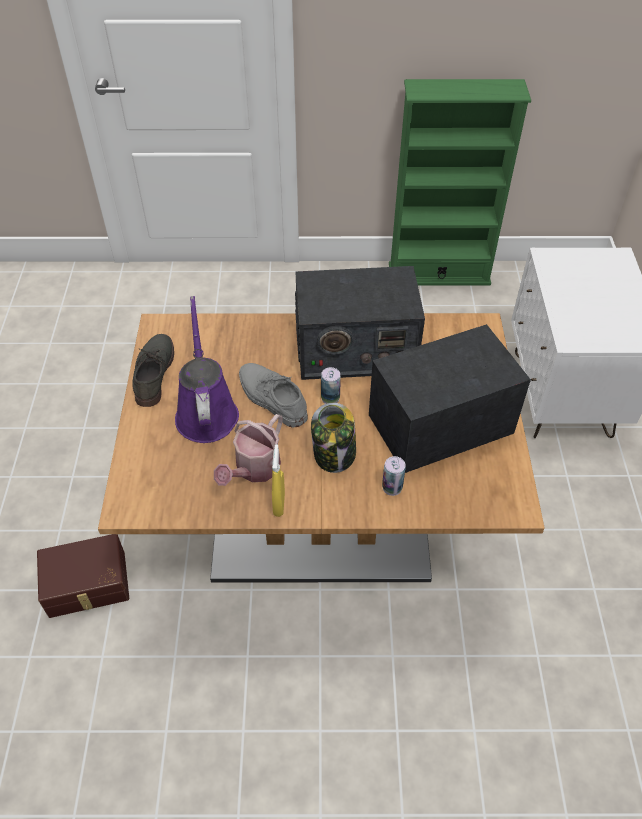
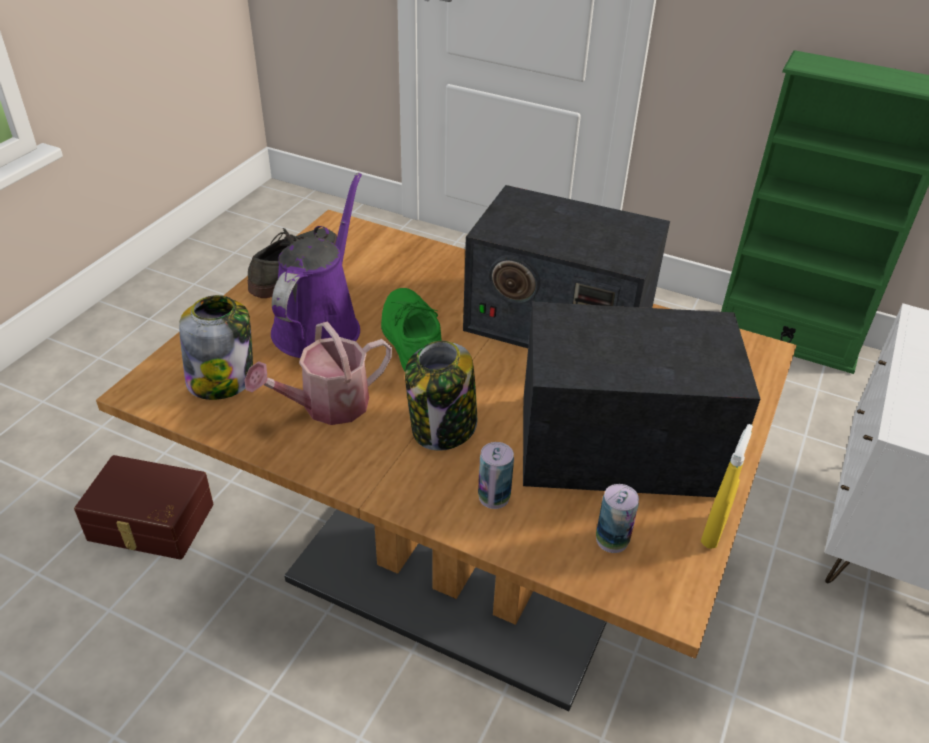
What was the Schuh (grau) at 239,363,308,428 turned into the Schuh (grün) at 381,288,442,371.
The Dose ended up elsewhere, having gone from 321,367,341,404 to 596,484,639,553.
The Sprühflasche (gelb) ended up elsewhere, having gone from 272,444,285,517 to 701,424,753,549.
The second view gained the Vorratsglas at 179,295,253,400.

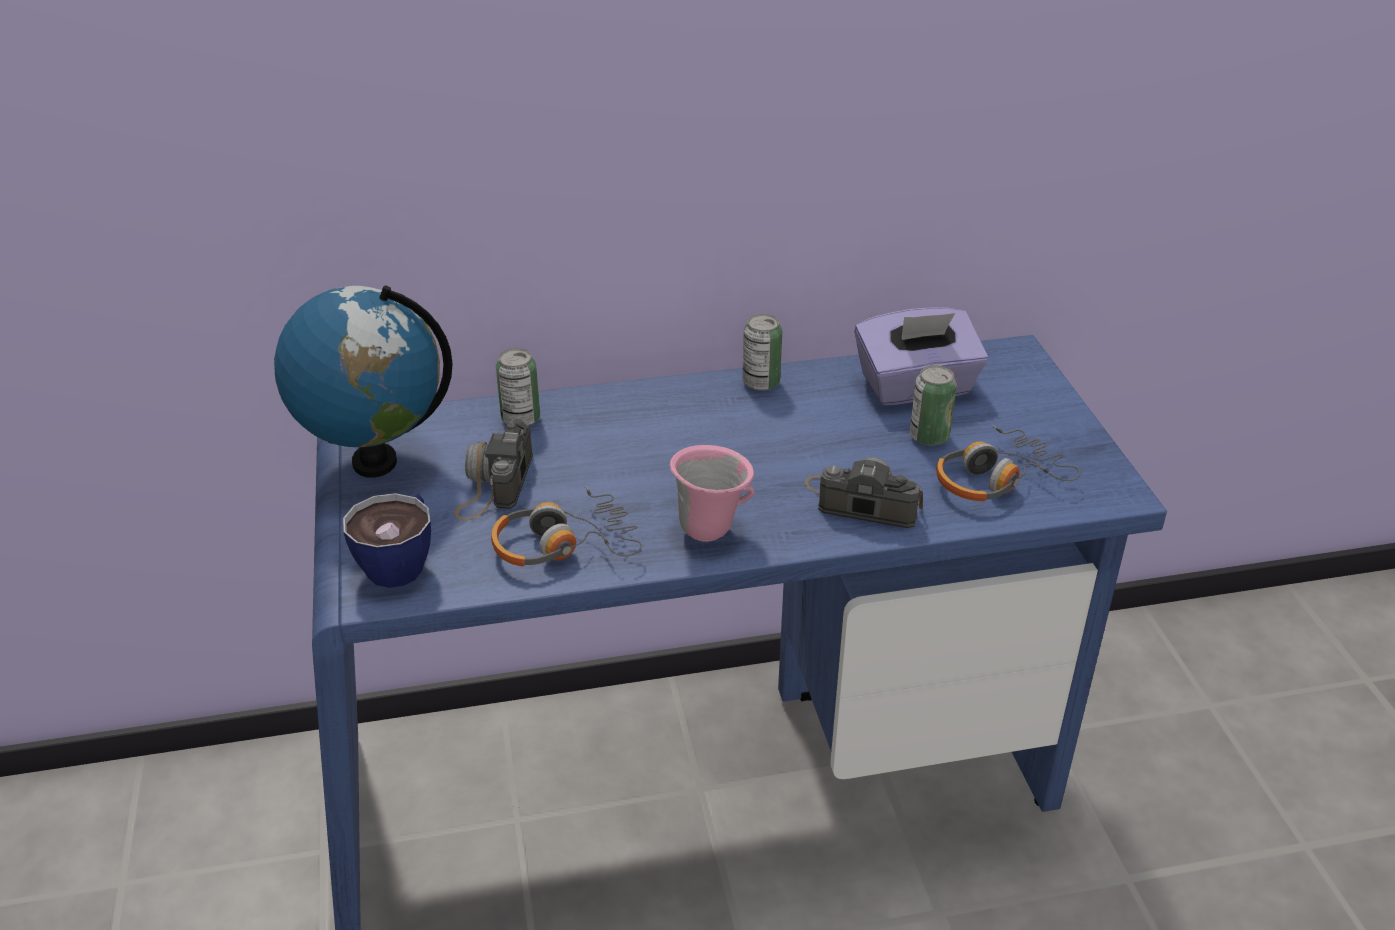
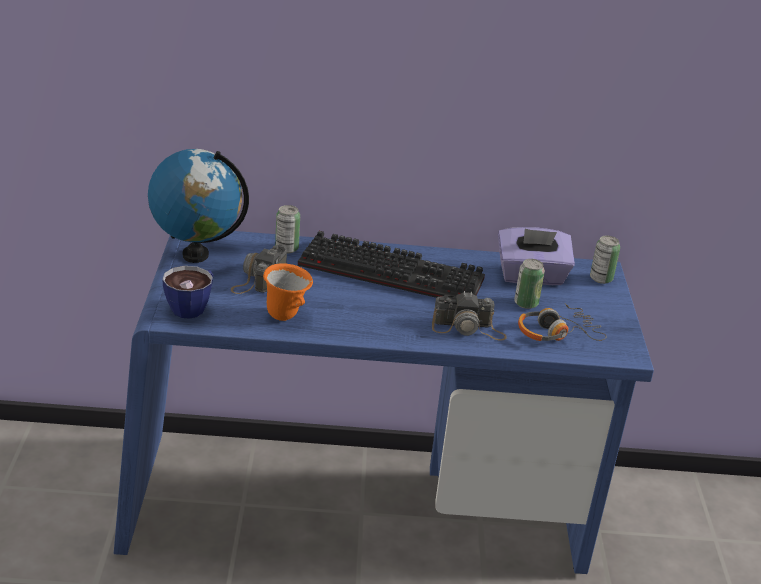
The Dose ended up elsewhere, having gone from 743,314,782,391 to 590,236,620,284.
The second view lost the Henkelbecher (rosa) at 669,445,754,542.
The Kamera at 805,457,923,528 ended up facing another way, 150 degrees clockwise from before.
Where the Kopfhörer stood at 491,486,642,566, the Henkelbecher (orange) came to stand at 263,263,313,321.
The second view gained the Tastatur at 298,231,485,298.

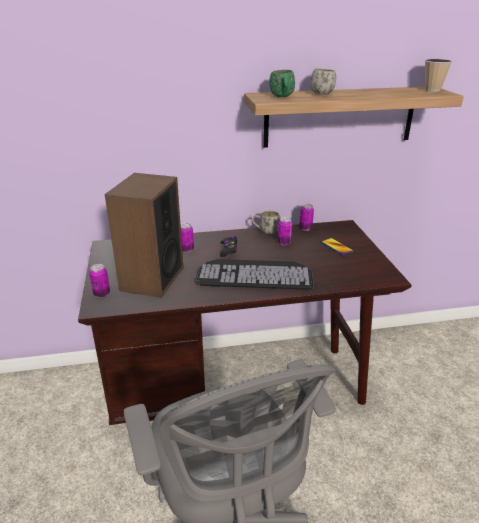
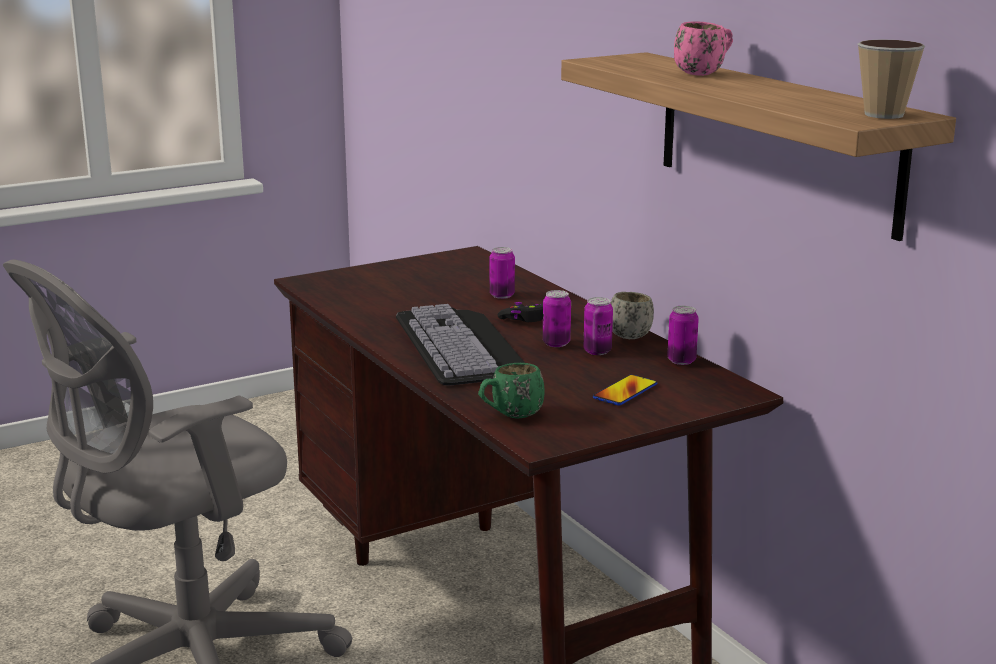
What was the Henkelbecher (weiß) at 310,68,336,95 turned into the Henkelbecher (rosa) at 674,21,733,76.
The Henkelbecher (grün) ended up elsewhere, having gone from 269,70,295,97 to 478,363,545,418.
The second view lost the Lautsprecher at 105,173,183,298.
The Dose ended up elsewhere, having gone from 89,264,110,297 to 543,290,571,347.

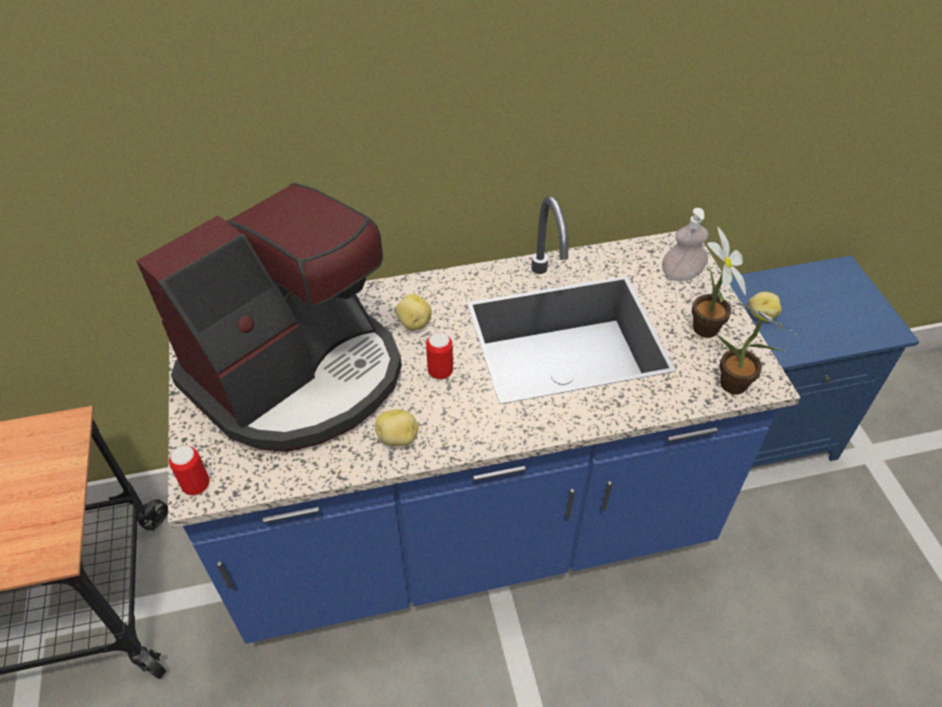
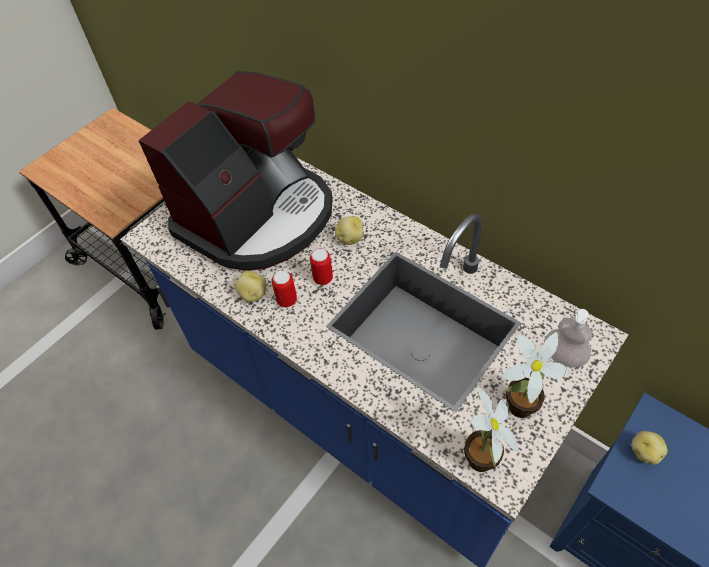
The Kaffeemaschine at 136,183,402,452 ended up facing another way, 60 degrees counterclockwise from before.
The Dose ended up elsewhere, having gone from 169,445,209,496 to 272,271,297,307.

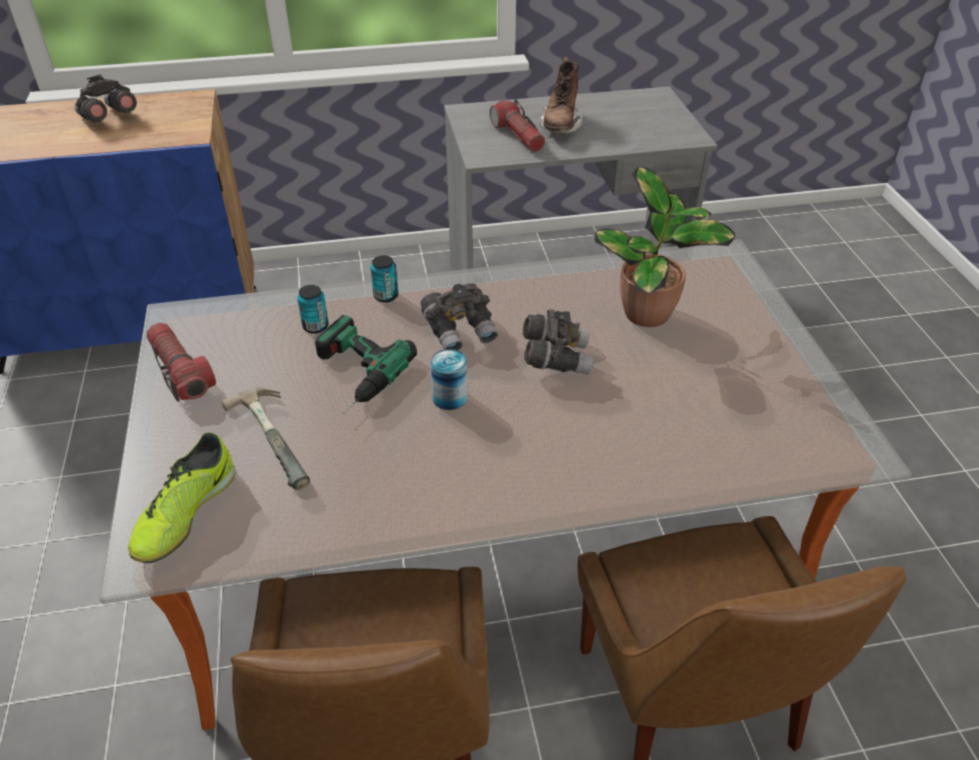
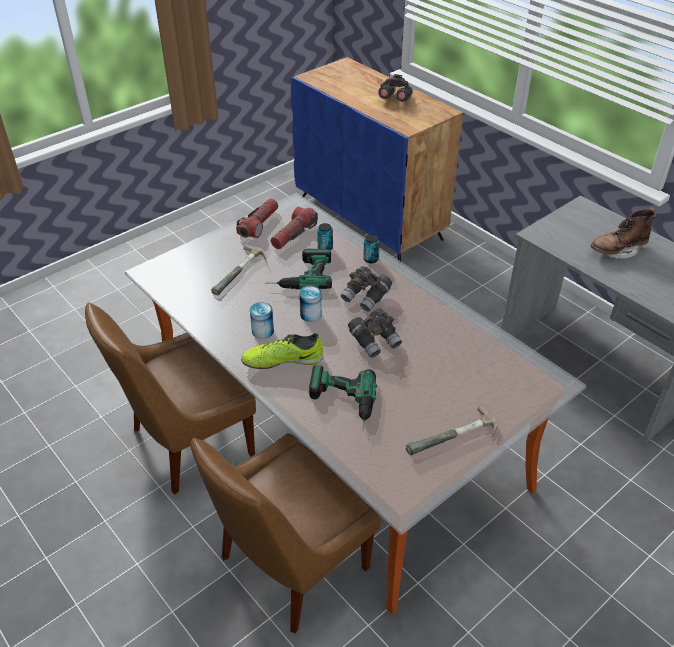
The Taschenlampe ended up elsewhere, having gone from 490,99,545,152 to 271,207,318,249.
The second view lost the Topfpflanze at 595,167,736,327.
The Schuh ended up elsewhere, having gone from 128,433,236,563 to 241,333,323,369.
The second view gained the Dose at 250,302,274,339.
The second view gained the Bohrmaschine at 309,365,377,431.
The second view gained the Hammer at 406,405,498,455.

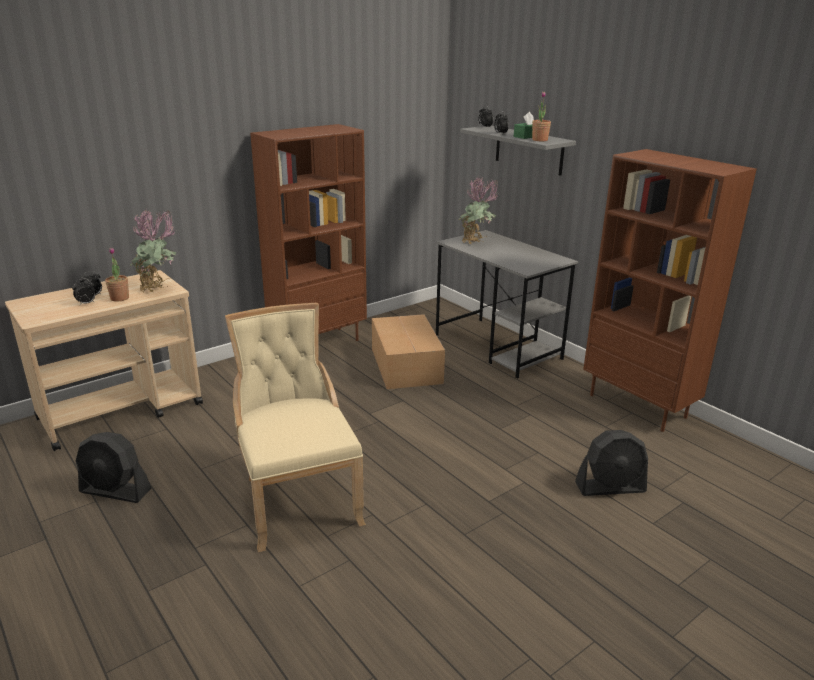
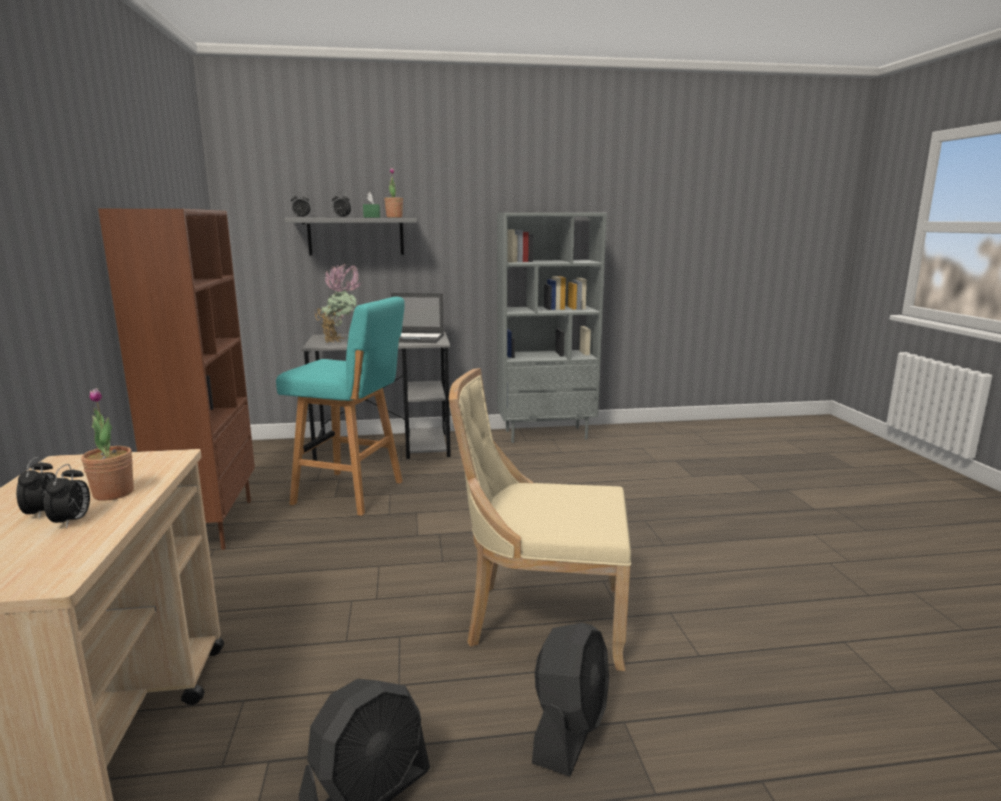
What was the Bücherregal (braun) at 583,149,757,432 turned into the Bücherregal (grau) at 497,213,607,443.
The second view lost the Topfpflanze at 131,209,177,292.
Where the Karton stood at 372,314,445,389, the Hocker (türkis) came to stand at 276,297,405,516.
The Ventilator (schwarz) ended up elsewhere, having gone from 575,430,648,496 to 532,623,609,776.
The second view gained the Laptop at 391,293,444,343.

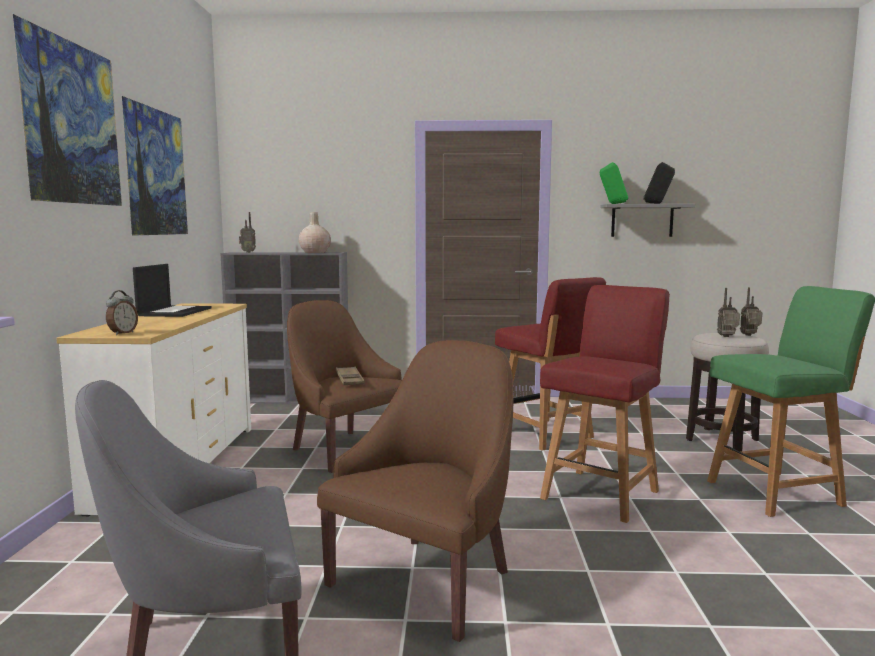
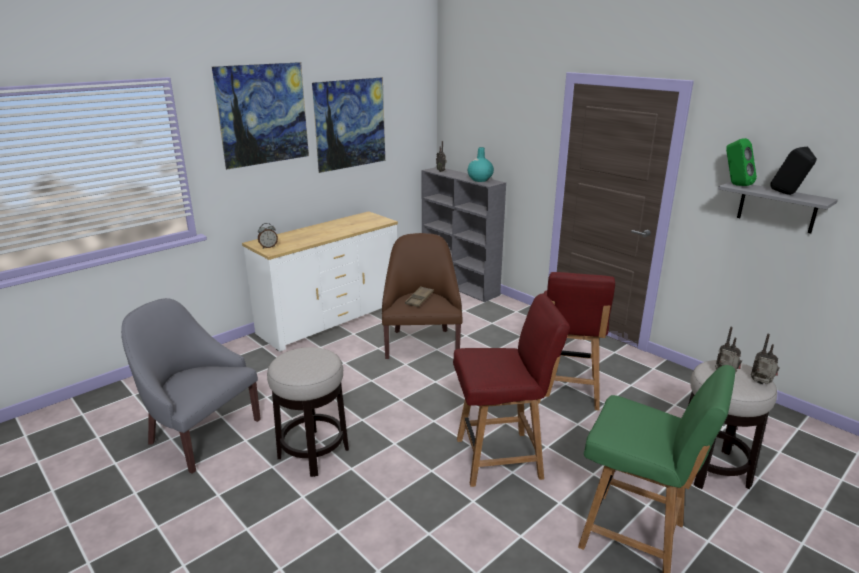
What was the Vase (beige) at 299,212,331,253 turned into the Vase (türkis) at 467,147,494,182.
The second view lost the Laptop at 133,264,212,317.
Where the Sessel (braun) stood at 317,340,514,642, the Hocker came to stand at 267,347,349,477.

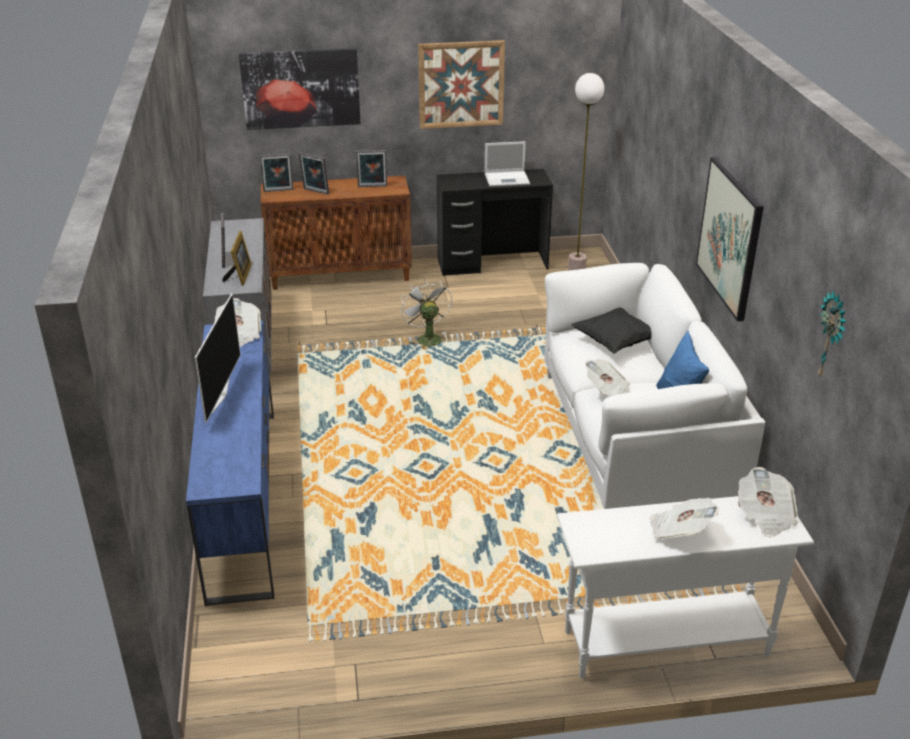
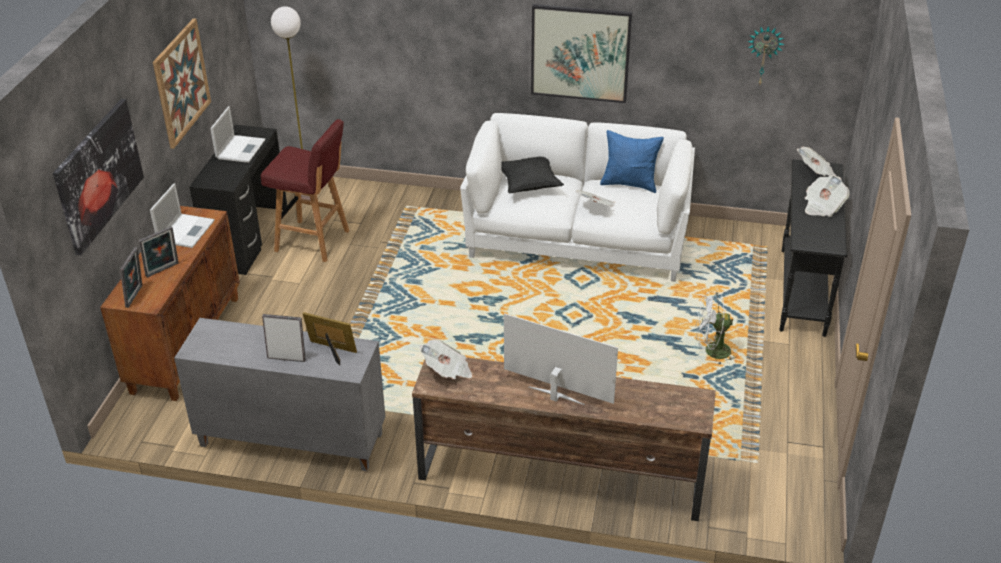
Where the Bilderrahmen stood at 356,150,387,187, the Laptop came to stand at 150,183,215,248.
The Ventilator (weiß) ended up elsewhere, having gone from 400,279,452,349 to 695,292,737,365.
What was the Fernsehschrank (blau) at 186,321,274,606 turned into the Fernsehschrank (braun) at 412,357,716,521.
What was the Konsolentisch (weiß) at 557,496,814,679 turned into the Konsolentisch (schwarz) at 780,159,847,337.
The second view gained the Hocker (rot) at 261,119,349,262.

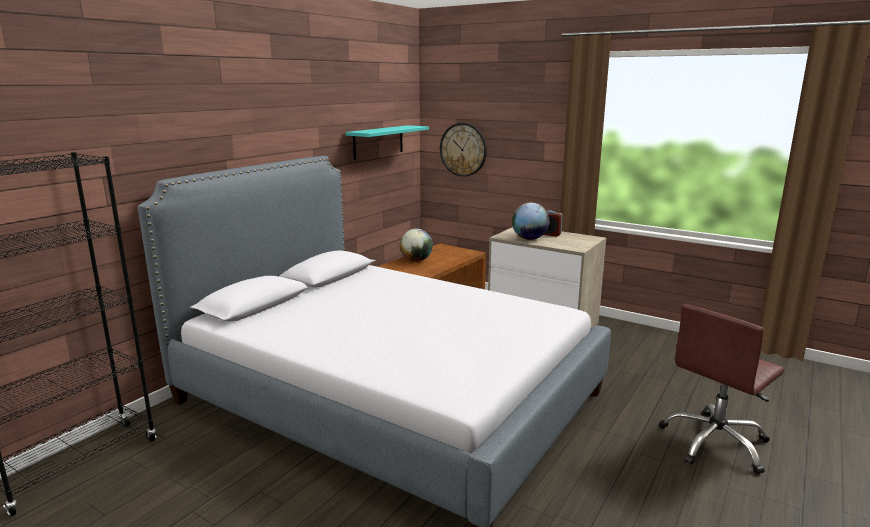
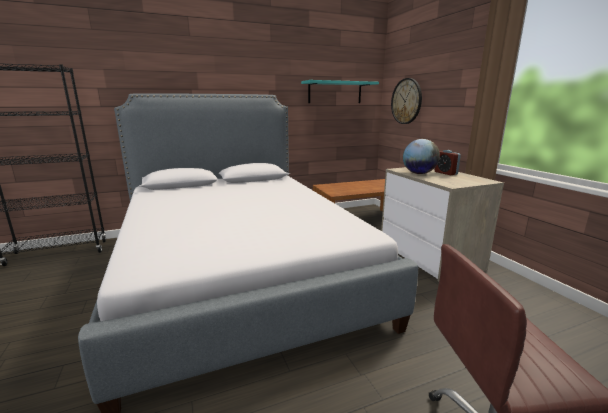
The second view lost the Globus at 400,229,433,262.

